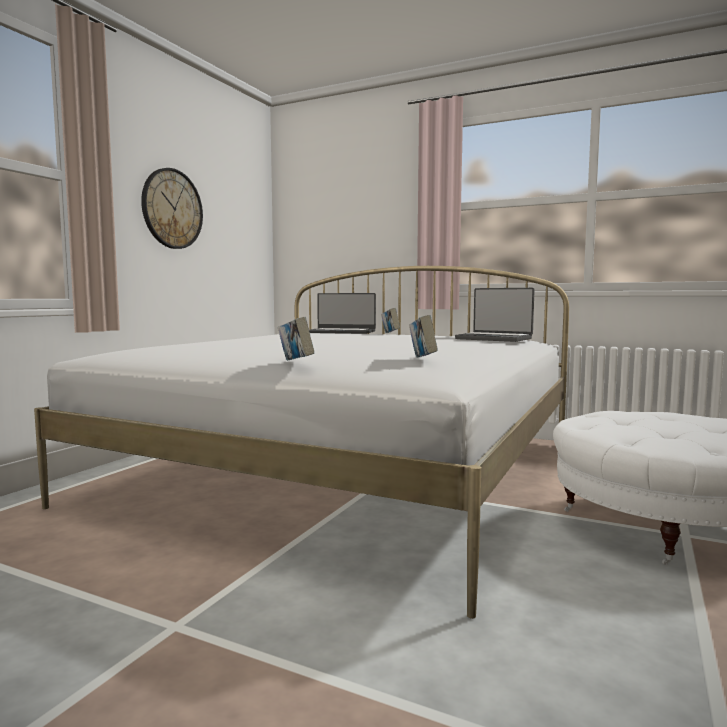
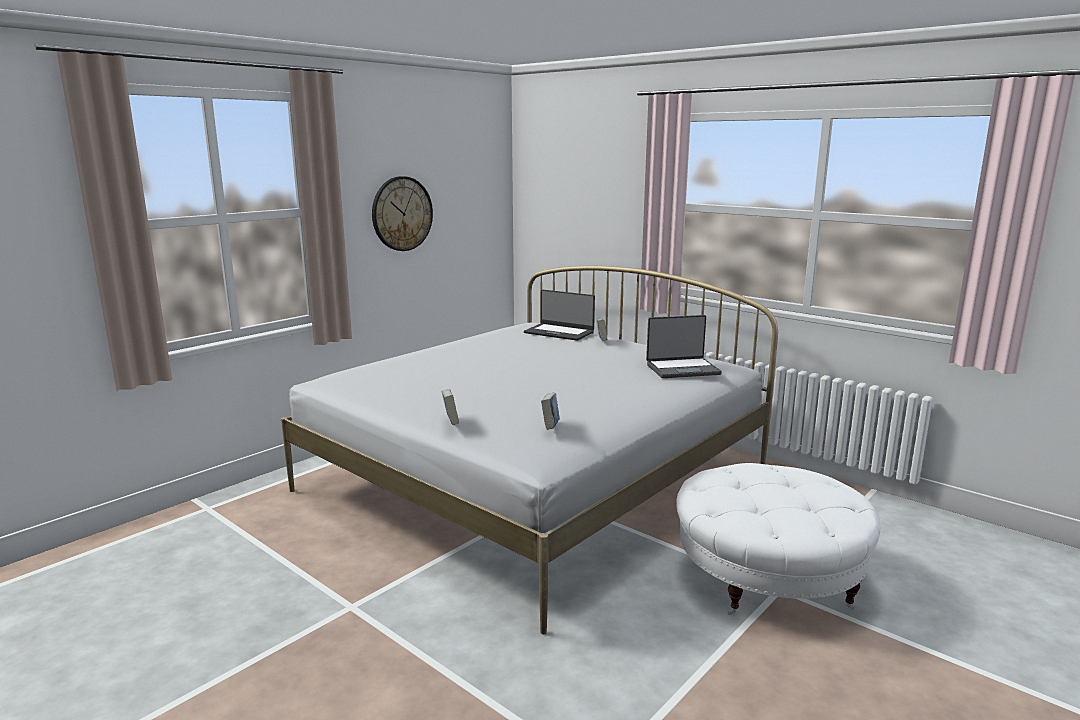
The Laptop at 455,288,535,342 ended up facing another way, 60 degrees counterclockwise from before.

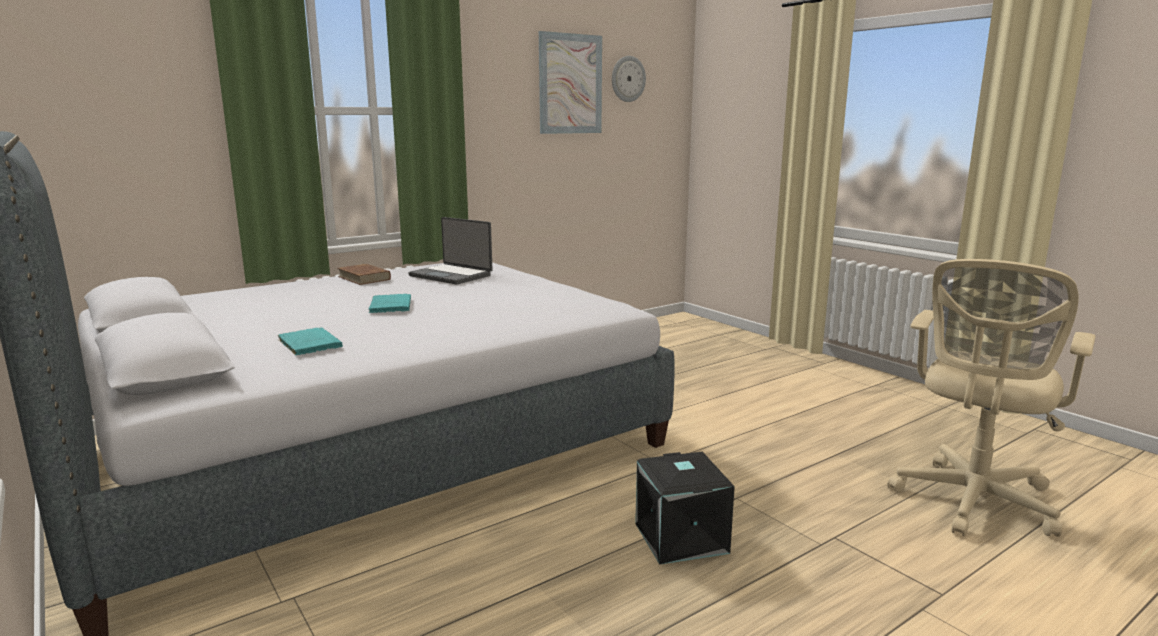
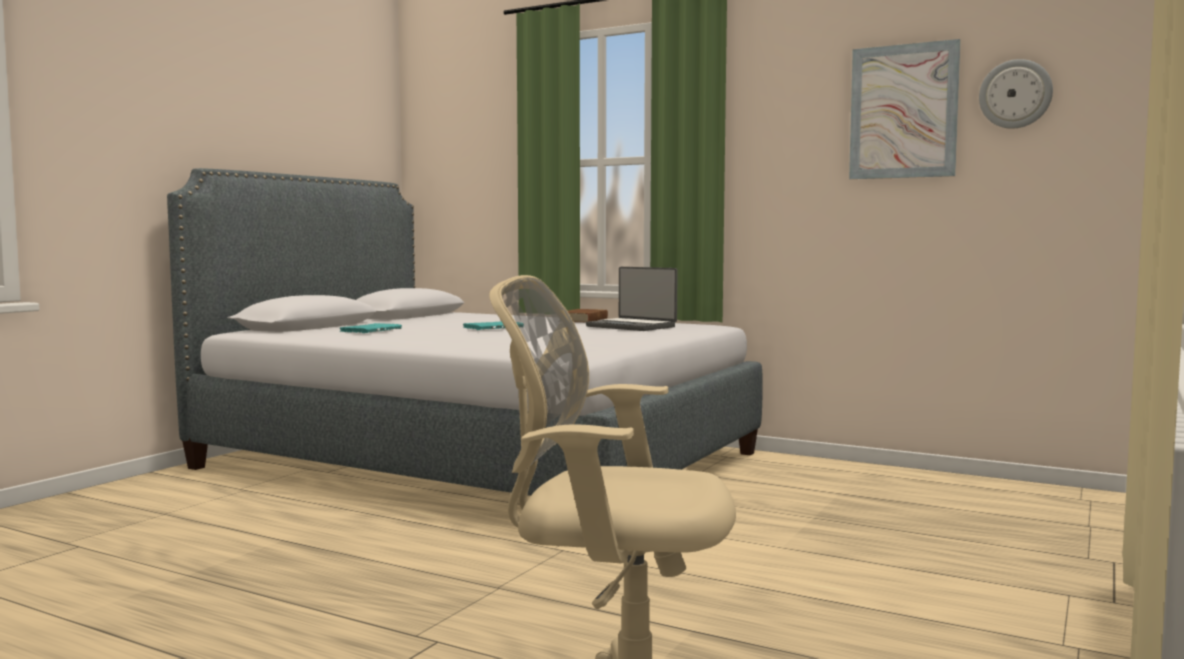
The Laptop at 408,217,493,284 ended up facing another way, 60 degrees counterclockwise from before.
The second view lost the Aufbewahrungsbox (schwarz) at 635,452,735,565.

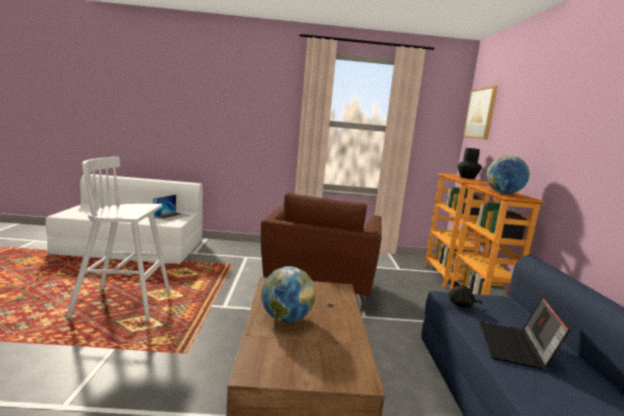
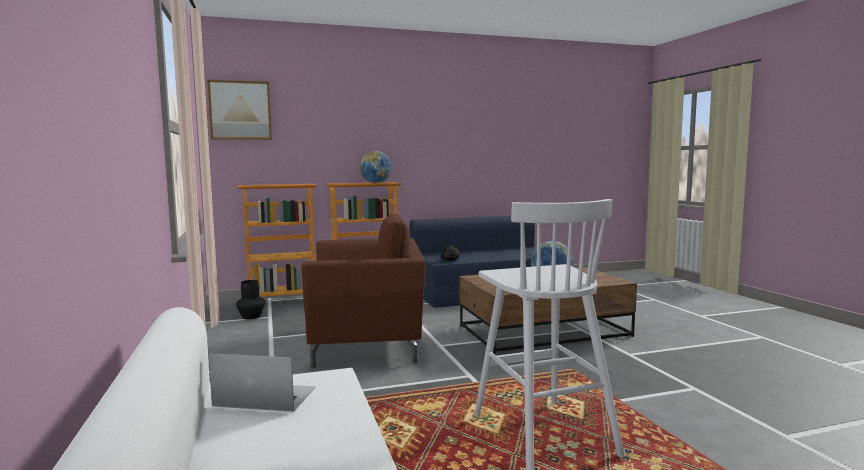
The Vase (schwarz) ended up elsewhere, having gone from 458,148,481,179 to 236,280,265,319.
The second view lost the Laptop at 479,296,571,369.

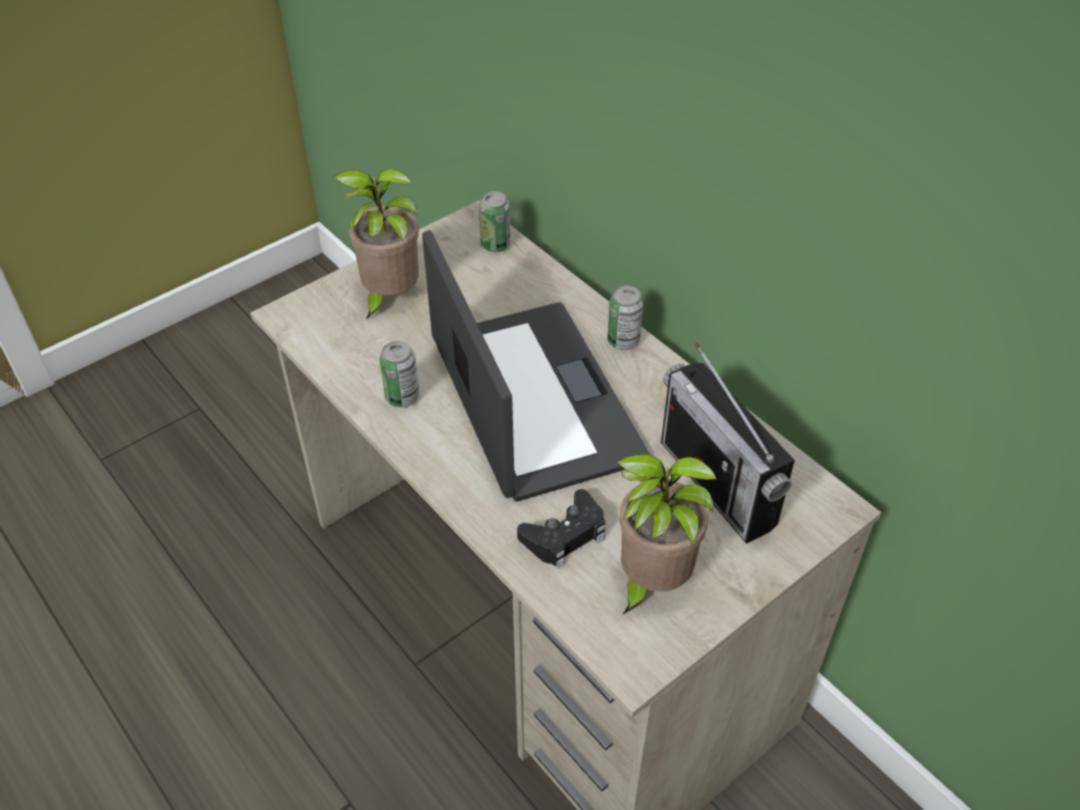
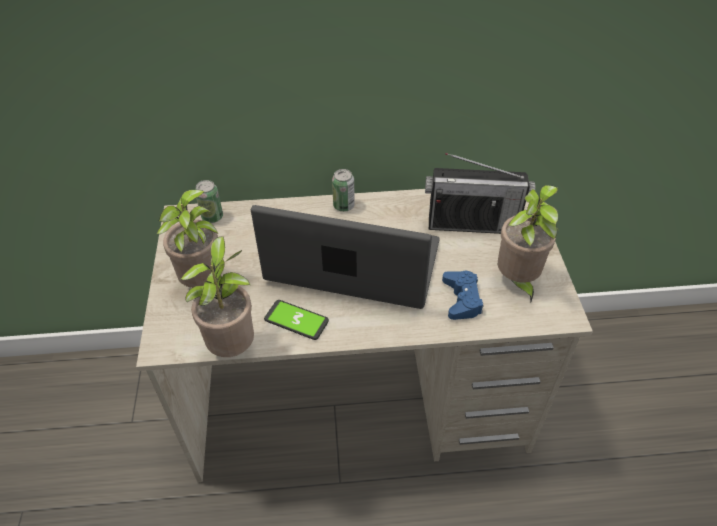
Where the Dose stood at 380,341,420,407, the Handy came to stand at 264,300,329,340.
What was the Gamepad (schwarz) at 517,489,606,568 turned into the Gamepad (blau) at 442,271,484,320.
The second view gained the Topfpflanze at 180,237,254,357.

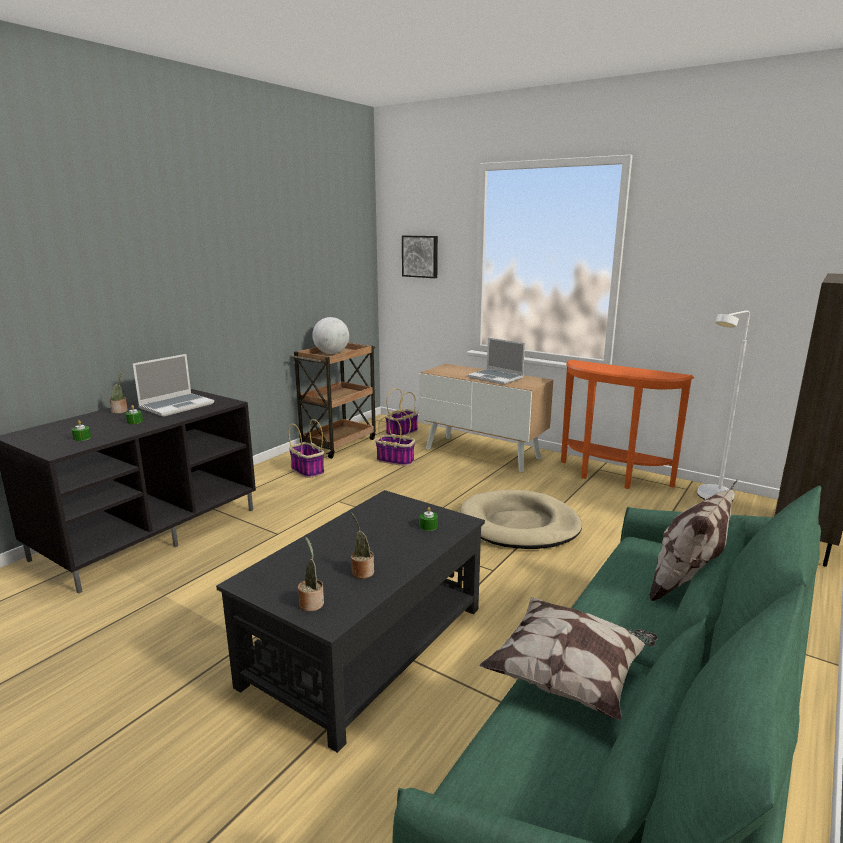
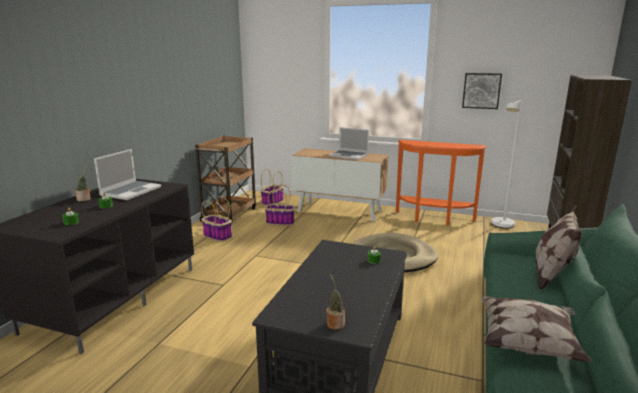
The Bild ended up elsewhere, having gone from 402,236,438,278 to 462,73,502,109.
The second view lost the Globus at 312,317,349,354.
The second view lost the Topfpflanze at 351,513,374,579.

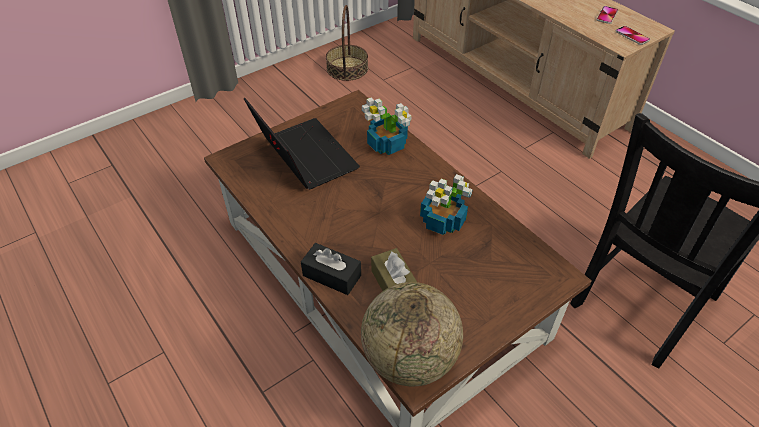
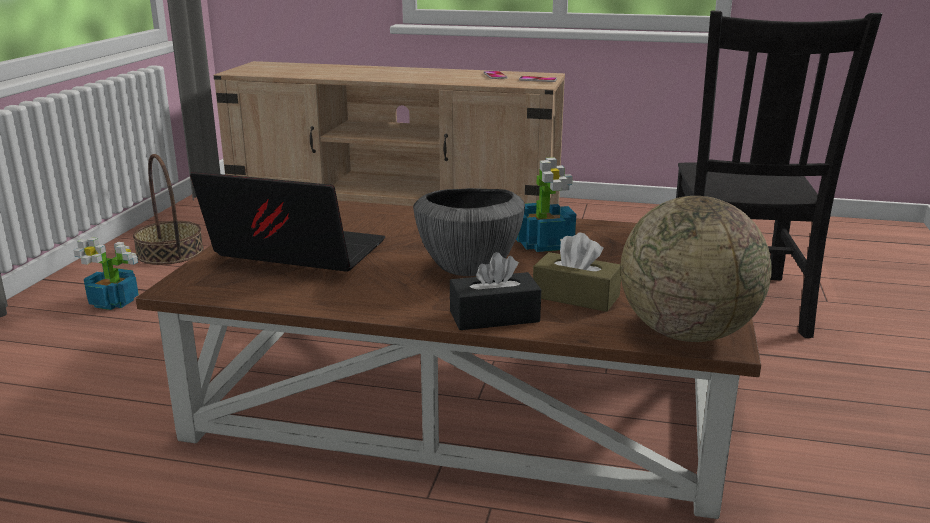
The Topfpflanze ended up elsewhere, having gone from 362,98,412,155 to 73,237,139,310.
The second view gained the Schüssel at 413,188,525,276.

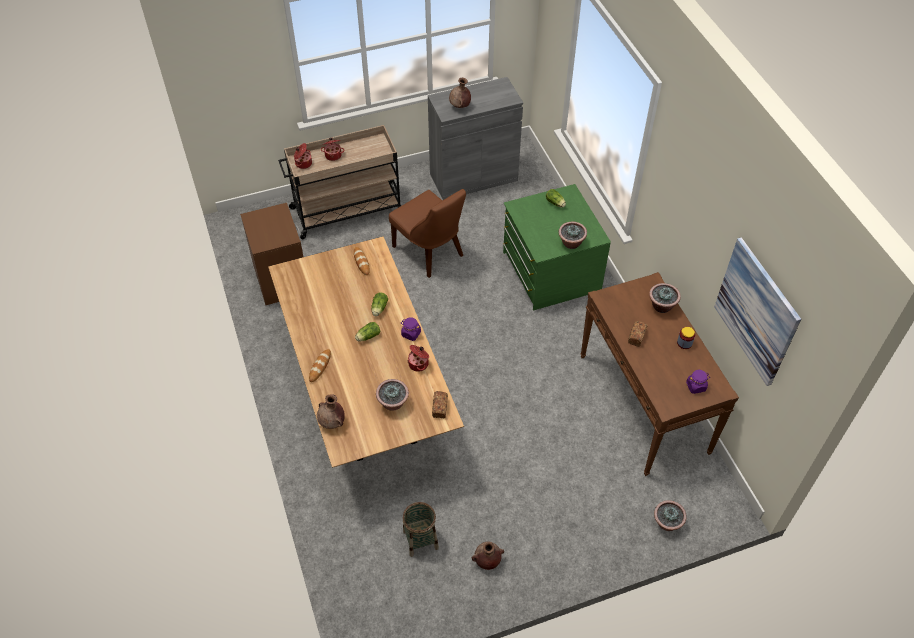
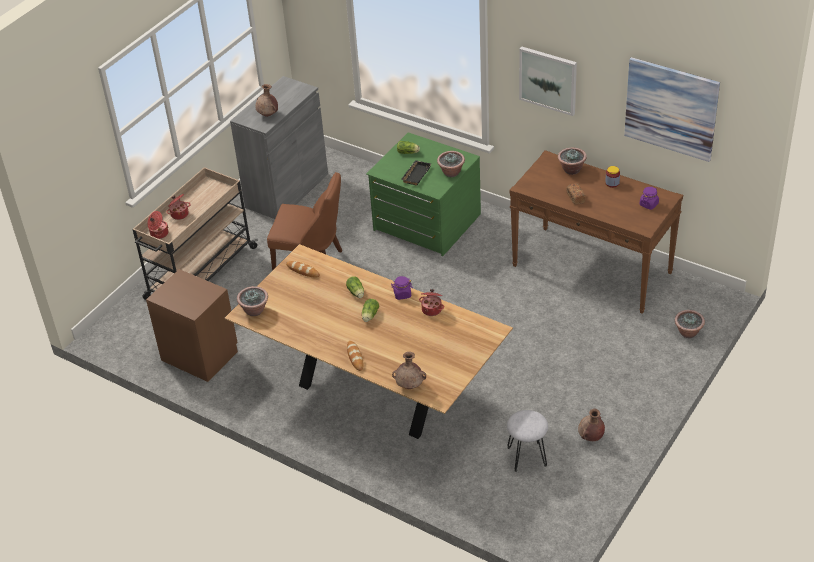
The Topfpflanze ended up elsewhere, having gone from 376,379,409,411 to 237,286,268,316.
The second view lost the Brot at 432,391,448,418.
Where the Korb stood at 402,502,439,557, the Hocker (grau) came to stand at 507,410,548,472.
The second view gained the Bild at 519,47,577,116.
The second view gained the Tablett (schwarz) at 401,160,431,185.

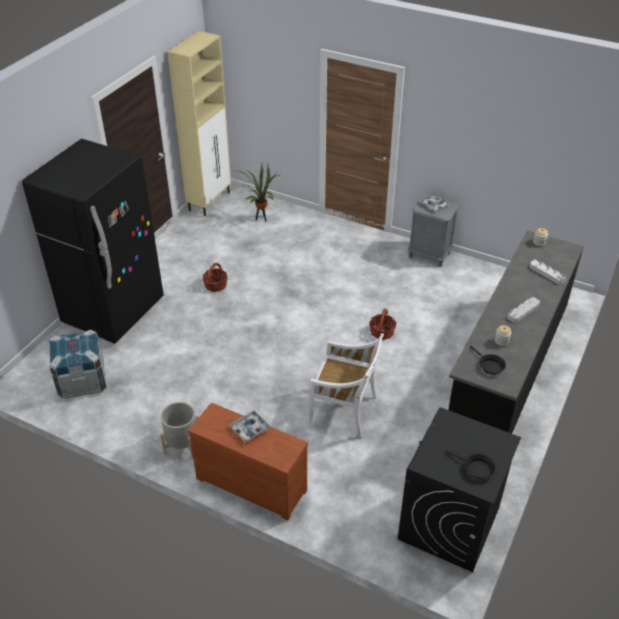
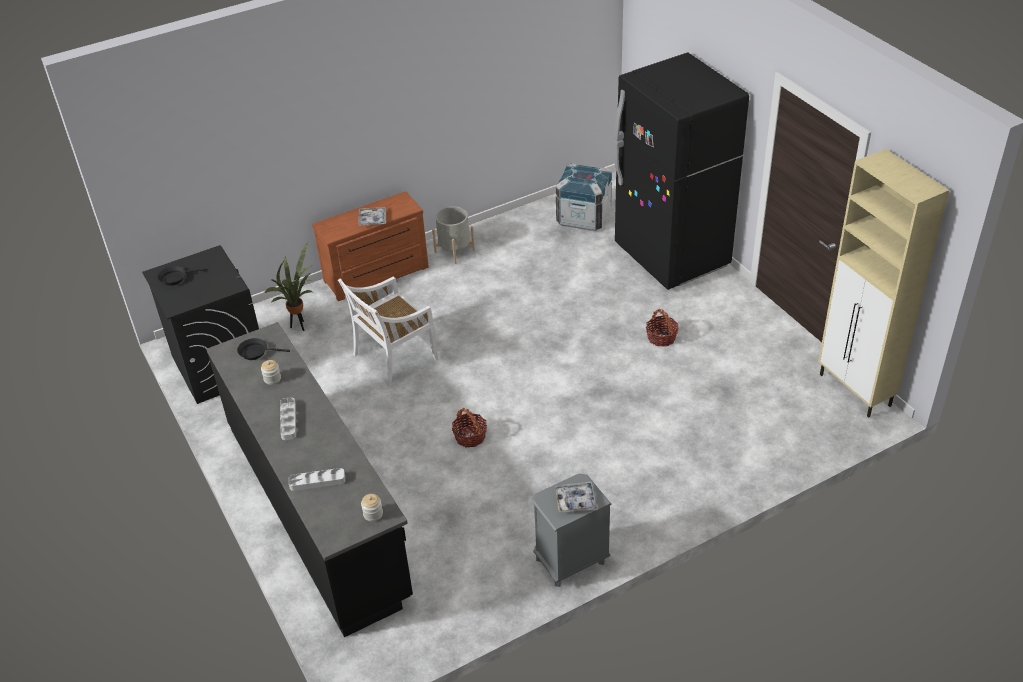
The Topfpflanze ended up elsewhere, having gone from 237,163,280,222 to 264,242,313,331.

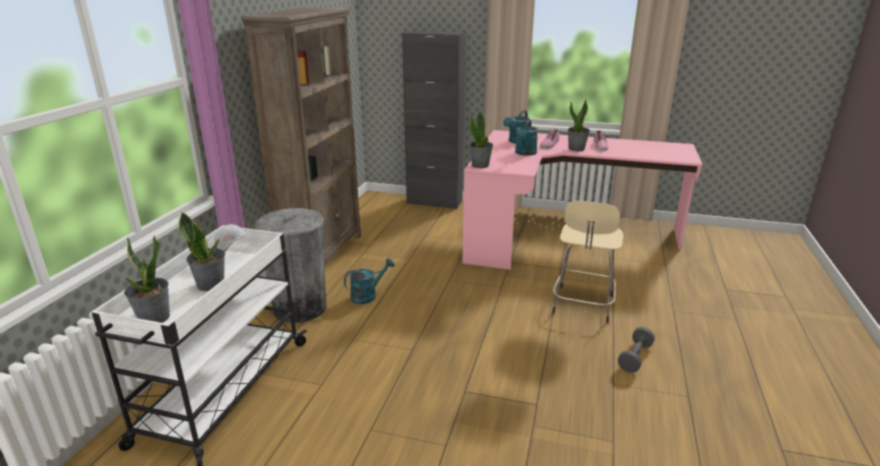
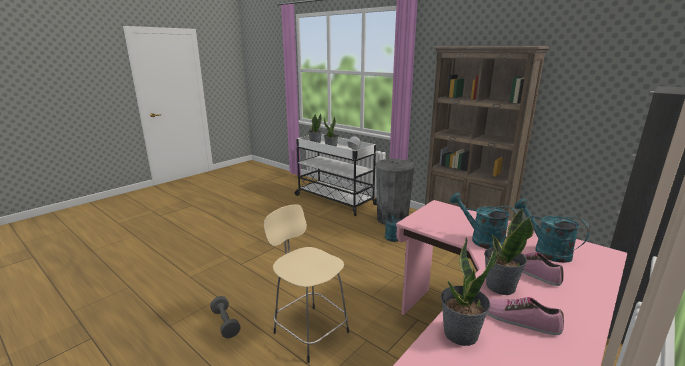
The Topfpflanze ended up elsewhere, having gone from 469,111,493,168 to 441,237,498,346.

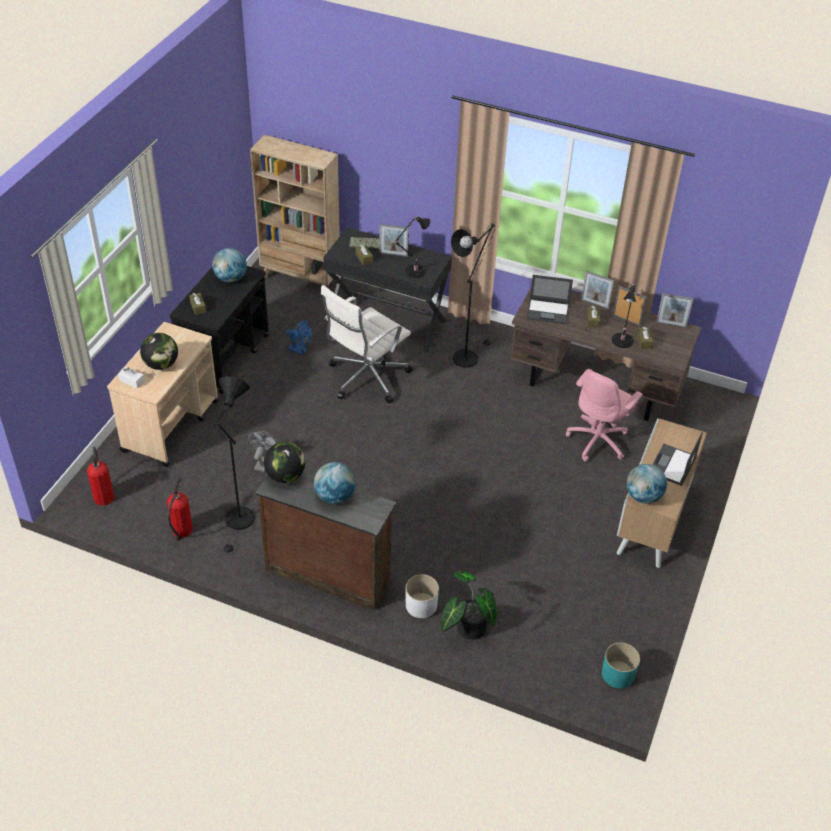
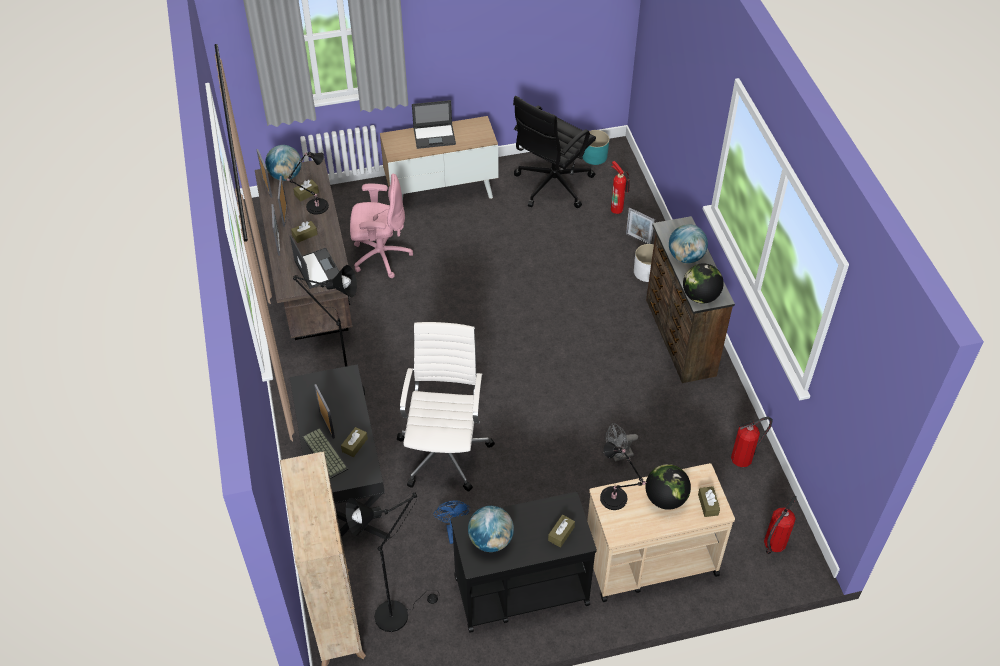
The Tischlampe (schwarz) ended up elsewhere, having gone from 394,217,430,278 to 600,442,647,510.
The Bürostuhl (weiß) at 321,285,413,403 ended up facing another way, 90 degrees counterclockwise from before.
What was the Taschentuchbox (weiß) at 118,367,145,388 turned into the Taschentuchbox (braun) at 698,486,720,517.
The Stehlampe (schwarz) ended up elsewhere, having gone from 213,377,254,555 to 346,492,440,632.
The Globus ended up elsewhere, having gone from 627,464,667,504 to 265,145,301,181.
Where the Topfpflanze stood at 442,571,497,640, the Bilderrahmen came to stand at 626,208,655,244.
The second view gained the Bürostuhl (schwarz) at 513,96,596,208.
The second view gained the Feuerlöscher at 611,161,630,214.

